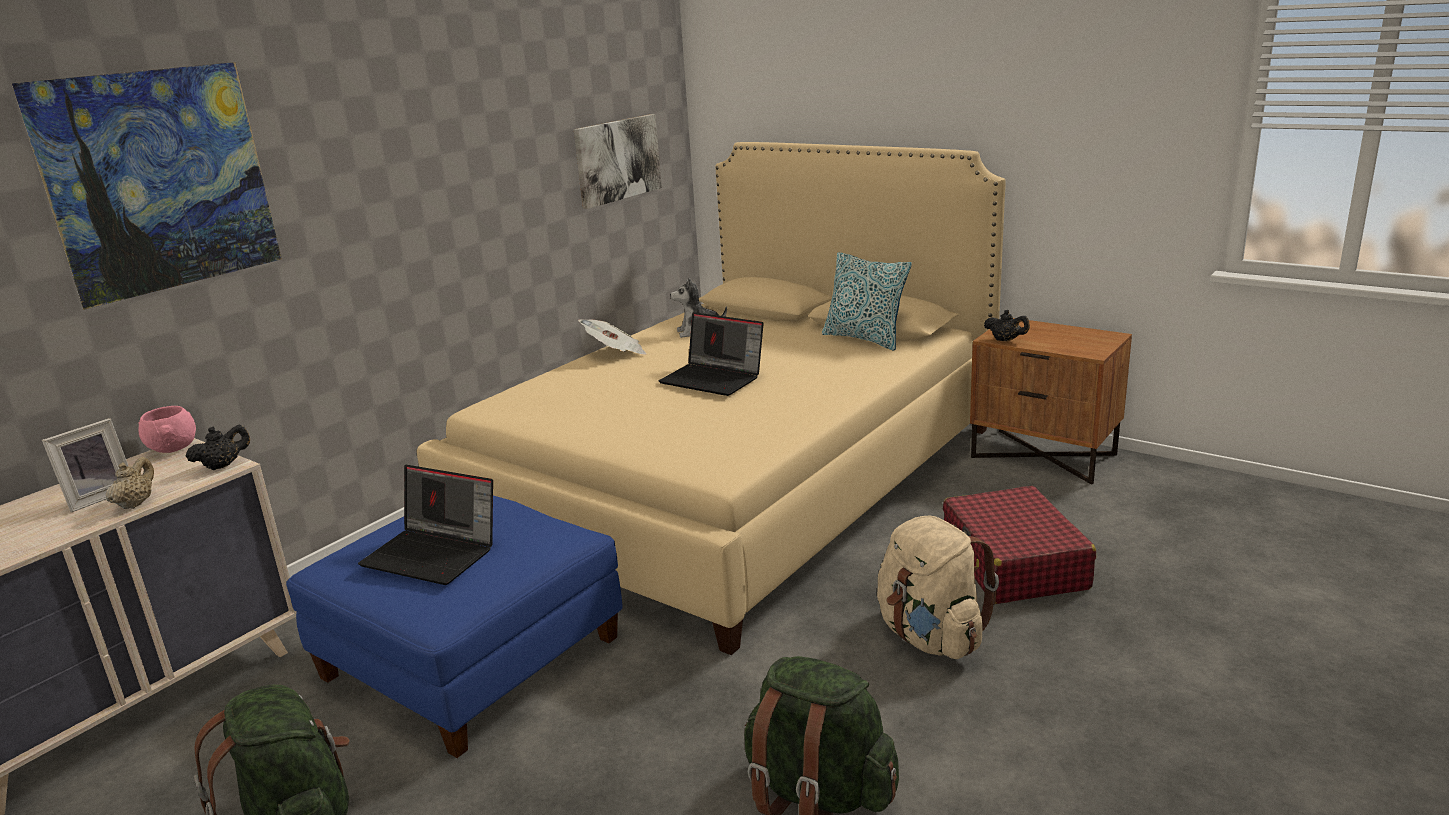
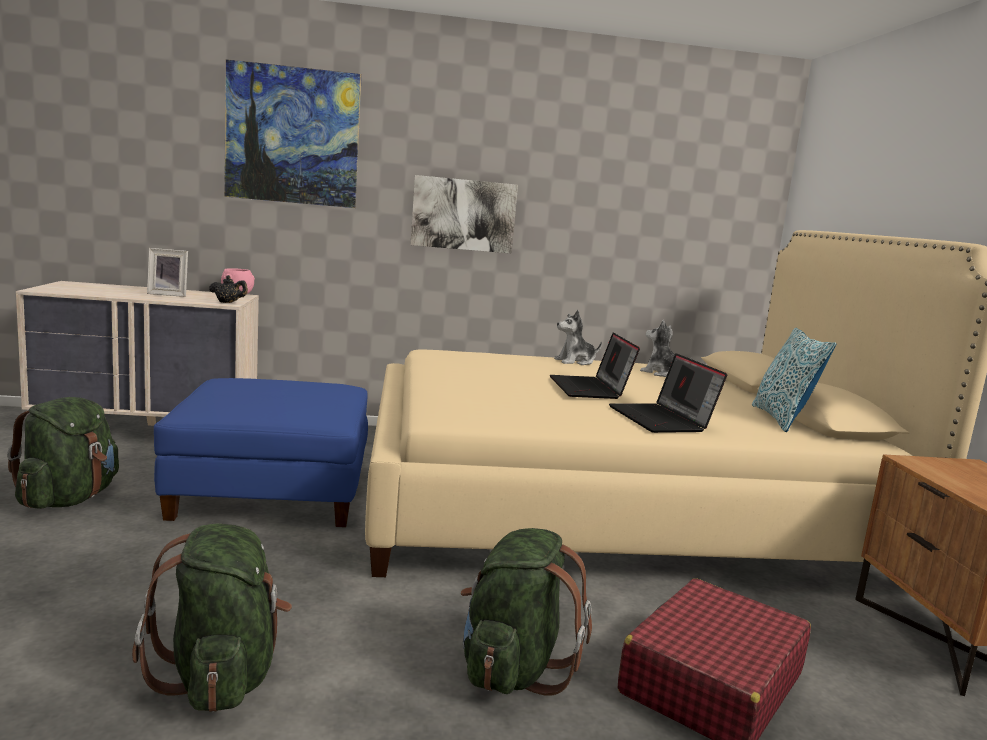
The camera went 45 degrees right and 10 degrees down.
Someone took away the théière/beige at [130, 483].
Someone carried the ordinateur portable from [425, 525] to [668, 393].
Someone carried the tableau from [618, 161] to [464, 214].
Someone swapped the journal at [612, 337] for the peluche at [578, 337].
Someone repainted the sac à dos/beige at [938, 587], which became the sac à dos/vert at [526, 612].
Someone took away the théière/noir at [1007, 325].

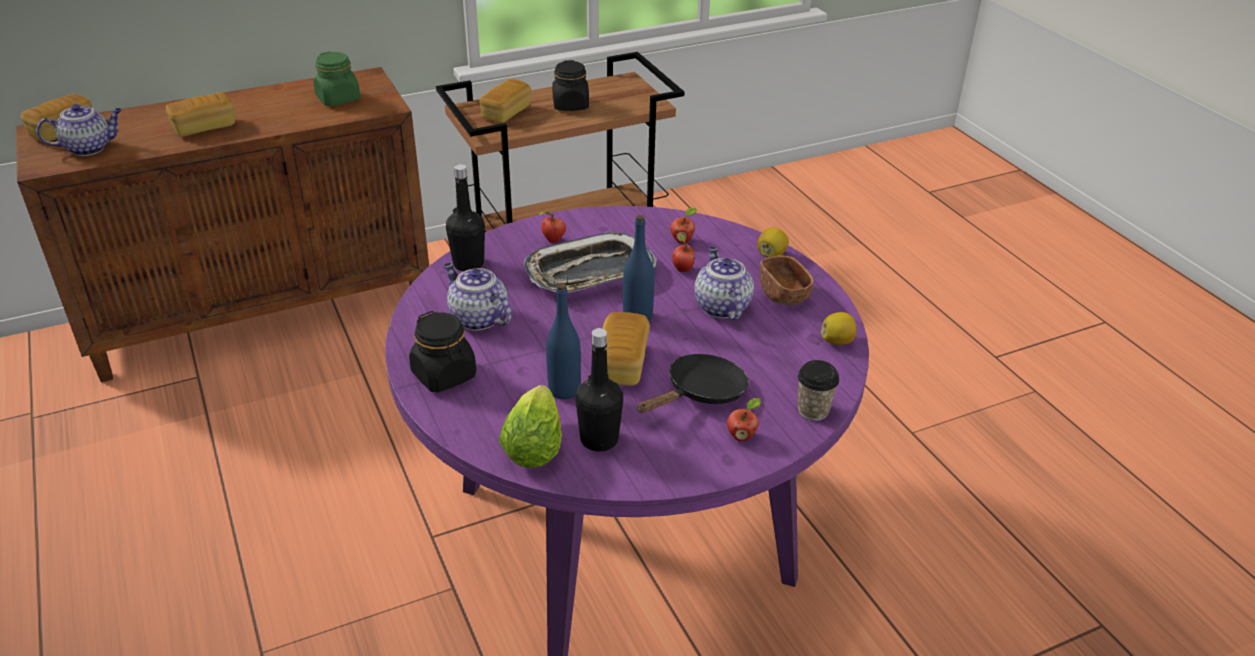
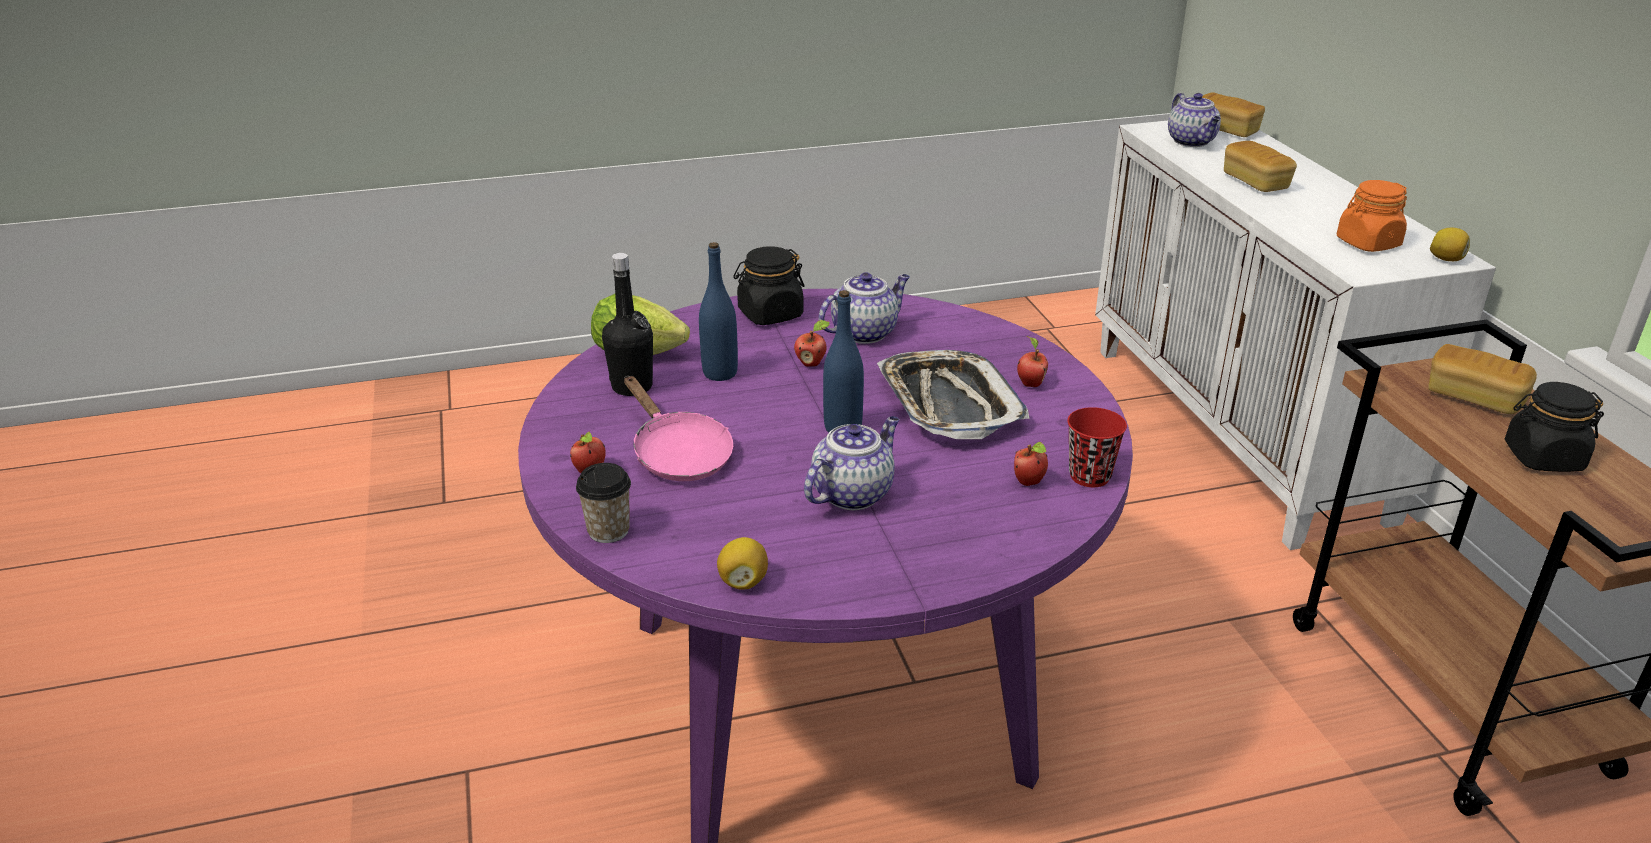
The camera went 100 degrees right and 5 degrees down.
Someone repainted the meuble de rangement/marron at [222, 224], which became the meuble de rangement/blanc at [1295, 335].
Someone repainted the bocal/vert at [336, 78], which became the bocal/orange at [1372, 216].
Someone took away the bouteille/noir at [465, 217].
Someone took away the pain at [626, 349].
Someone repainted the poêle/noir at [692, 383], which became the poêle/rose at [678, 428].
Someone carried the pomme from [683, 253] to [812, 343].
Someone rotated the théière at [724, 283] by 45 degrees counterclockwise.
Someone carried the citron from [773, 242] to [1450, 244].
Someone took away the bol/marron at [787, 280].
Someone put down the tasse/rouge at [1097, 447].

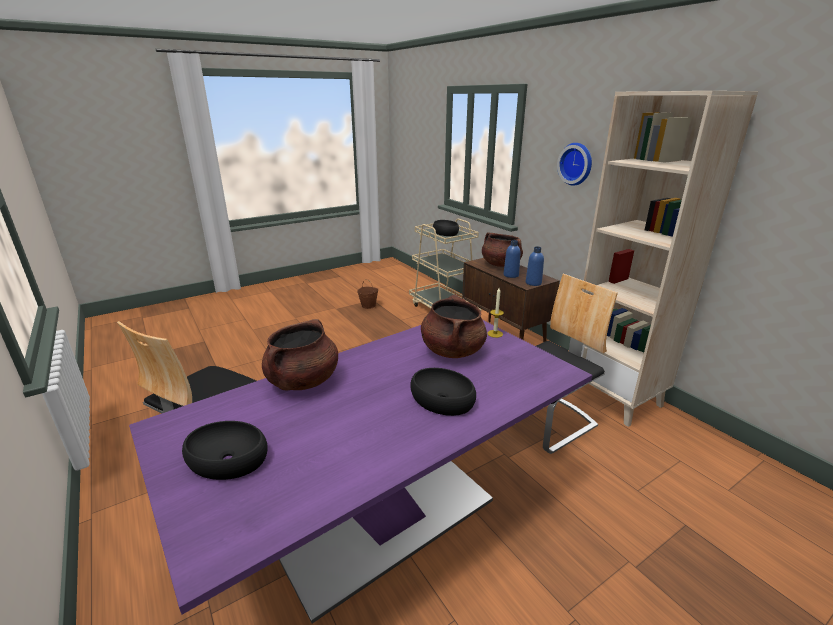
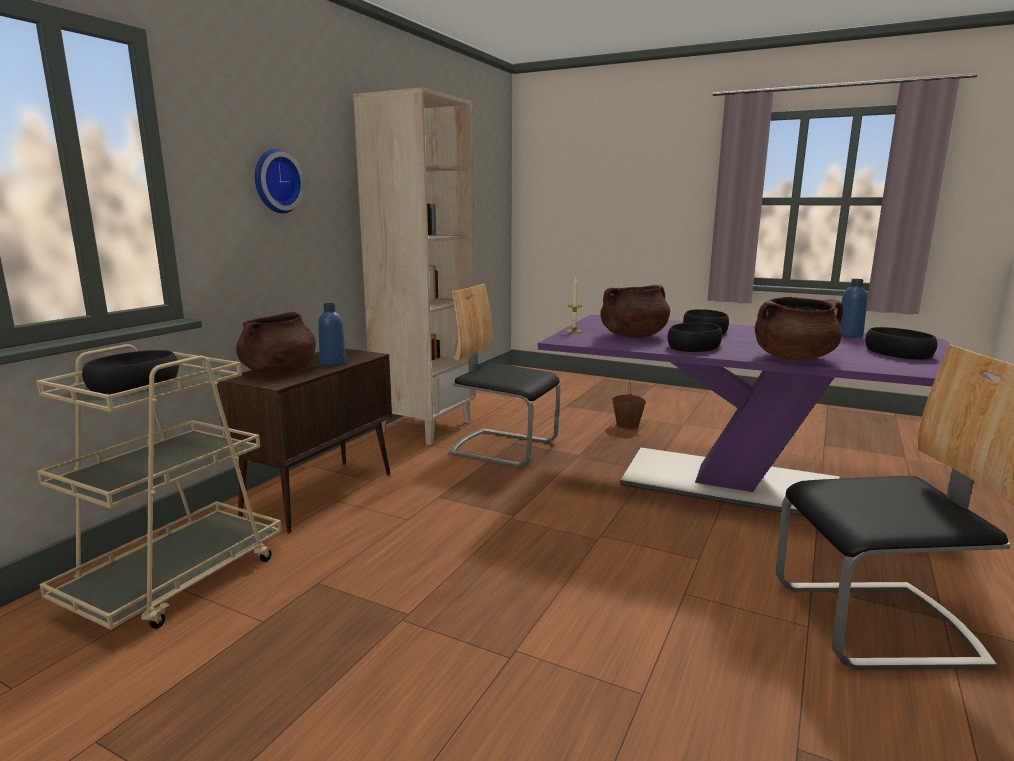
The camera went 120 degrees left and 10 degrees down.
Someone carried the seau/marron from [368, 294] to [629, 405].
Someone carried the bouteille/bleu from [535, 266] to [854, 308].
Someone put down the bol/noir at [695, 337].

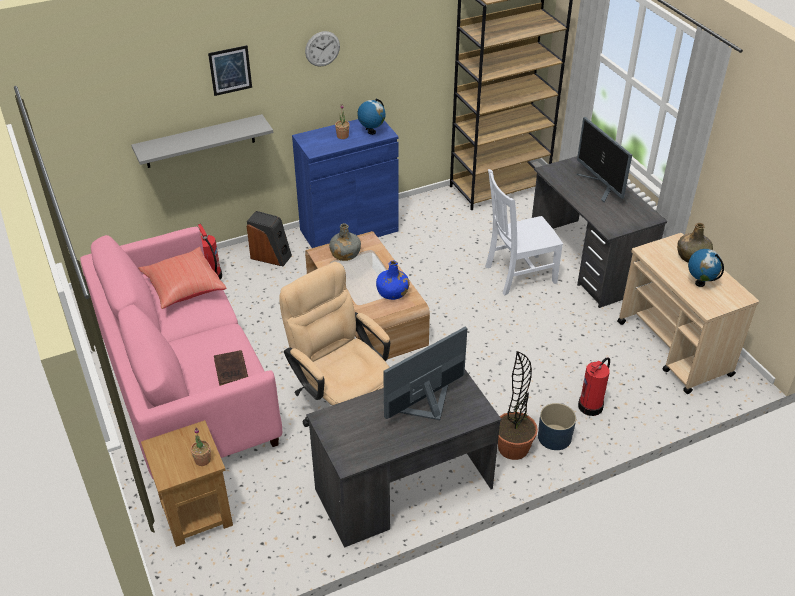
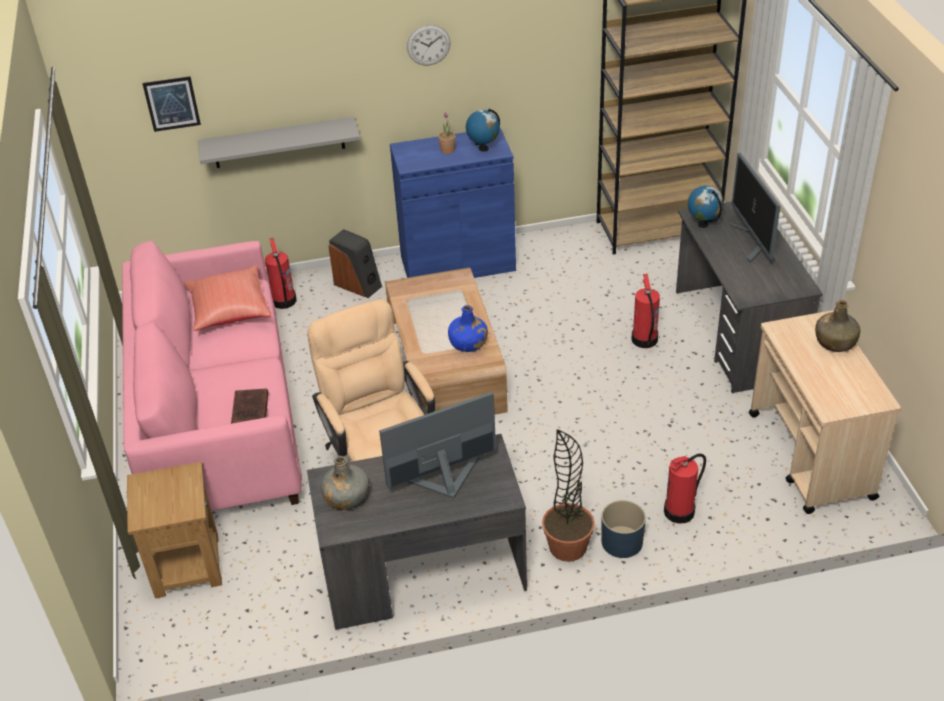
The camera went 15 degrees right and 0 degrees up.
Someone took away the plante en pot at [201, 447].
Someone carried the tableau from [230, 70] to [171, 104].
Someone carried the bouteille/gris from [345, 242] to [345, 483].
Someone swapped the chaise/blanc at [524, 232] for the extincteur at [646, 311].
Someone carried the globe from [706, 268] to [706, 207].

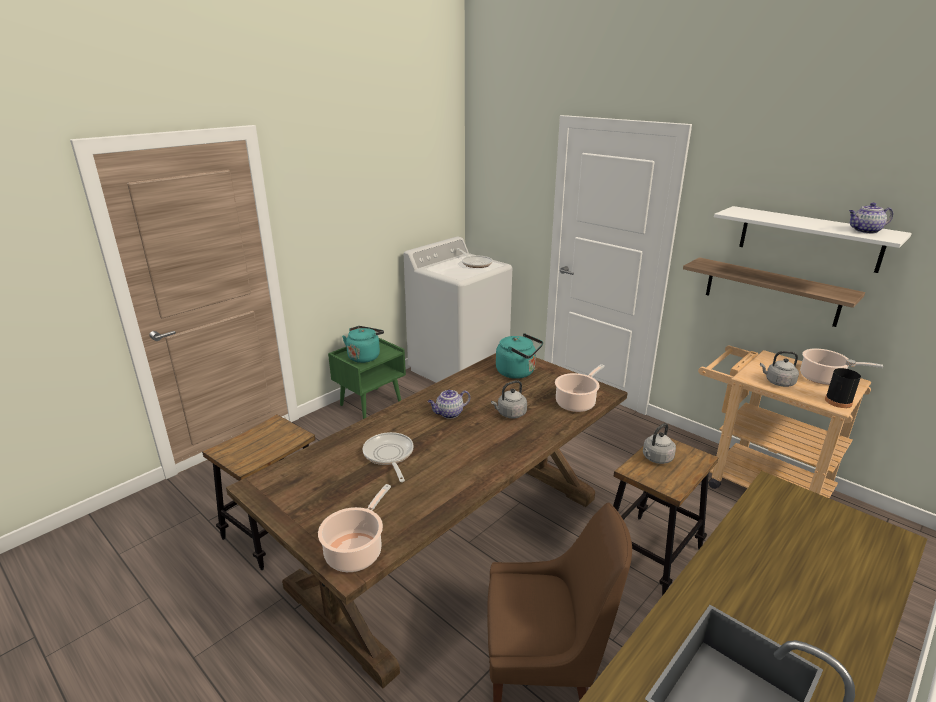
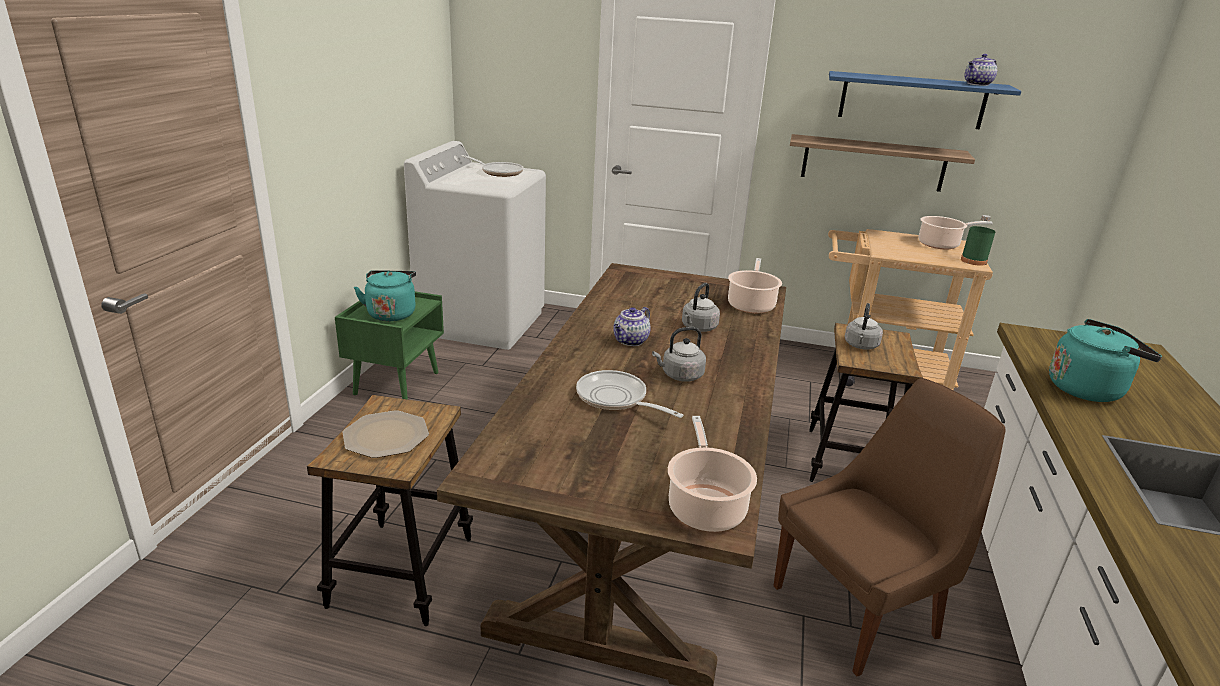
The camera went 30 degrees left and 0 degrees up.
Someone carried the bouilloire/turquoise from [519, 356] to [1105, 360].
Someone repainted the étagère/blanc at [813, 239], which became the étagère/bleu at [925, 100].
Someone carried the bouilloire/gris from [779, 369] to [679, 354].
Someone repainted the bouteille/noir at [843, 383], which became the bouteille/vert at [978, 240].
Someone put down the assiette at [385, 434].

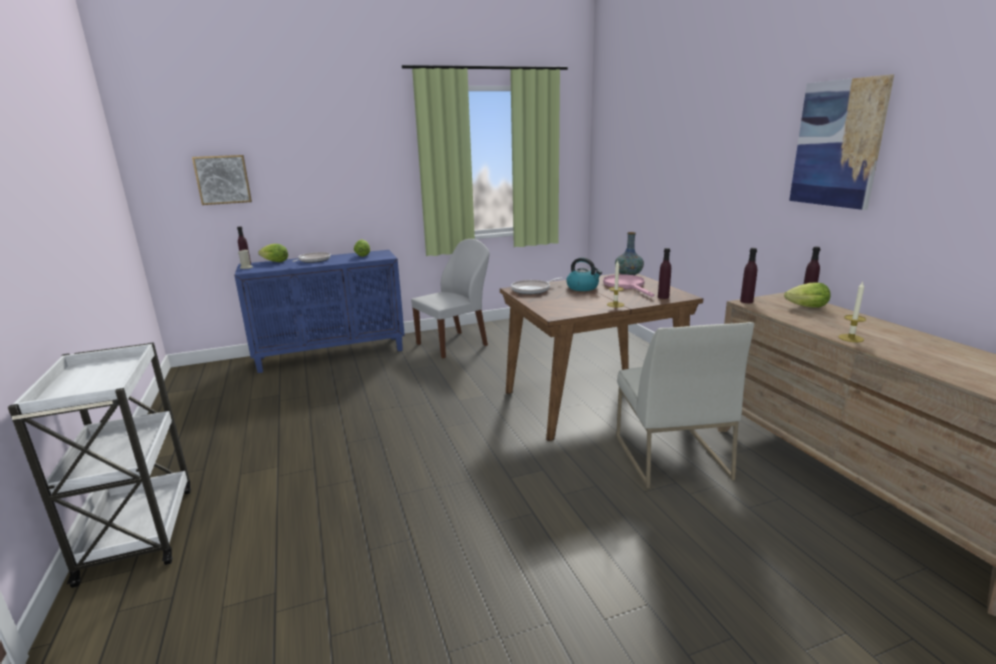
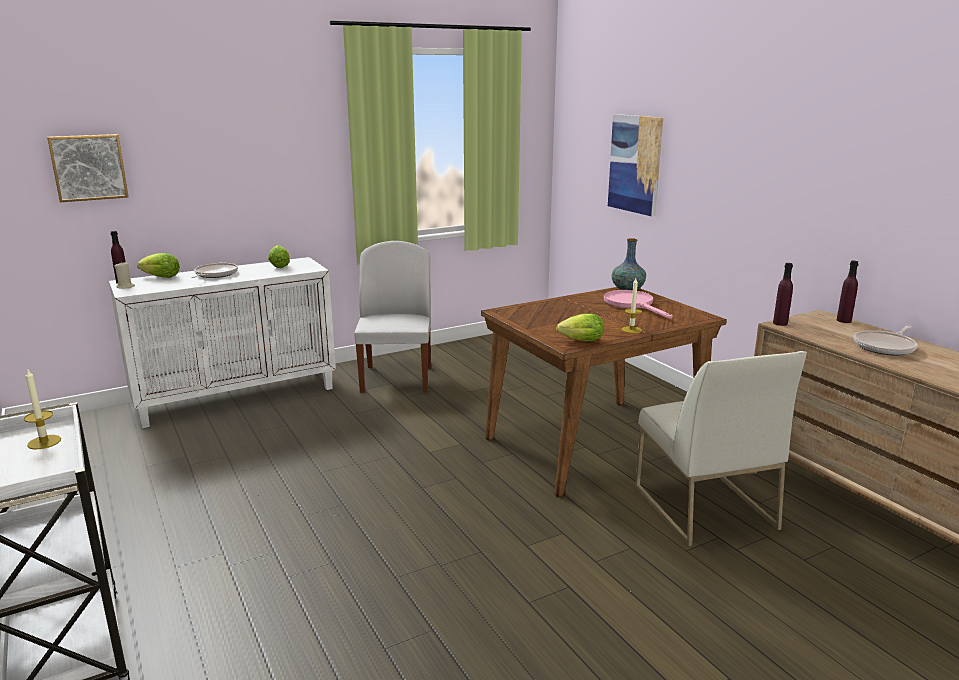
The camera went 10 degrees left and 0 degrees up.
Someone repainted the meuble de rangement/bleu at [319, 311], which became the meuble de rangement/blanc at [222, 342].
Someone rotated the chaise/blanc at [450, 298] by 45 degrees counterclockwise.
Someone carried the poêle from [536, 285] to [886, 340].
Someone took away the bouilloire at [584, 274].
Someone took away the bouteille/violet at [664, 273].
Someone carried the laitue from [807, 295] to [580, 327].
Someone carried the tableau from [841, 142] to [635, 165].
Someone carried the bougie from [852, 312] to [42, 409].

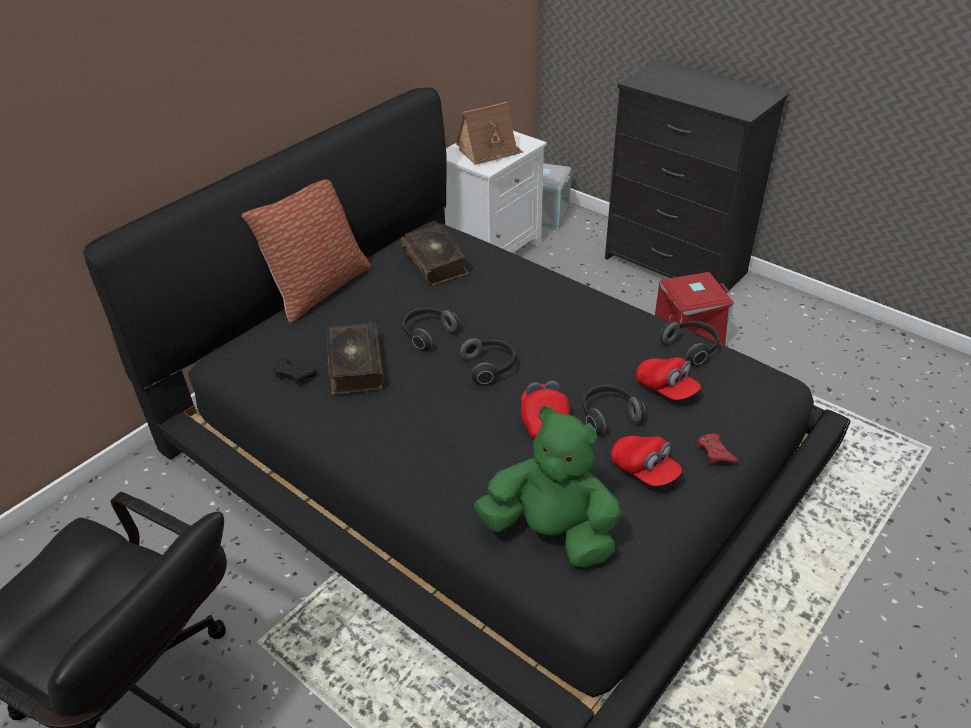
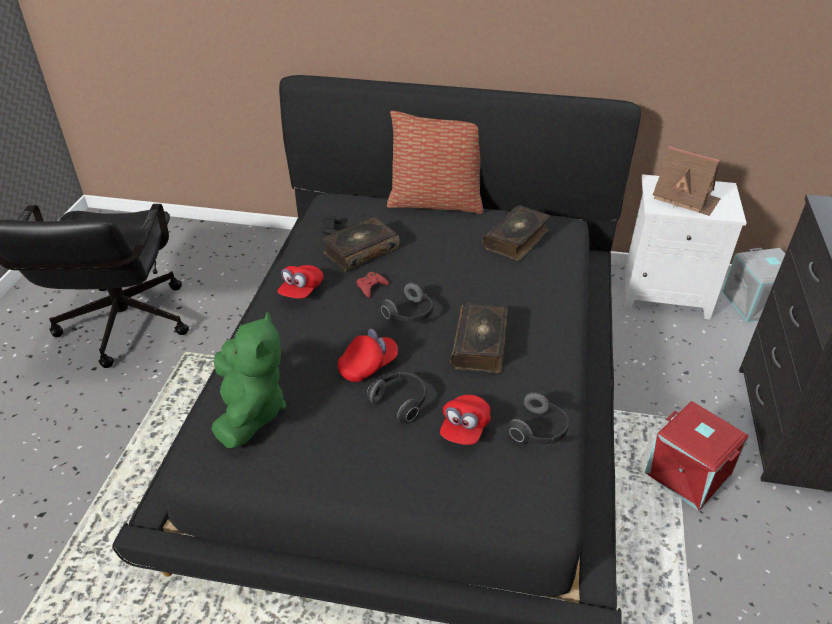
The camera went 60 degrees right and 0 degrees up.
Someone took away the casque audio at [430, 329].
Someone carried the casquette/rouge from [646, 461] to [300, 282].
Someone carried the manette/rouge from [717, 449] to [373, 285].
Someone put down the livre at [479, 338].

